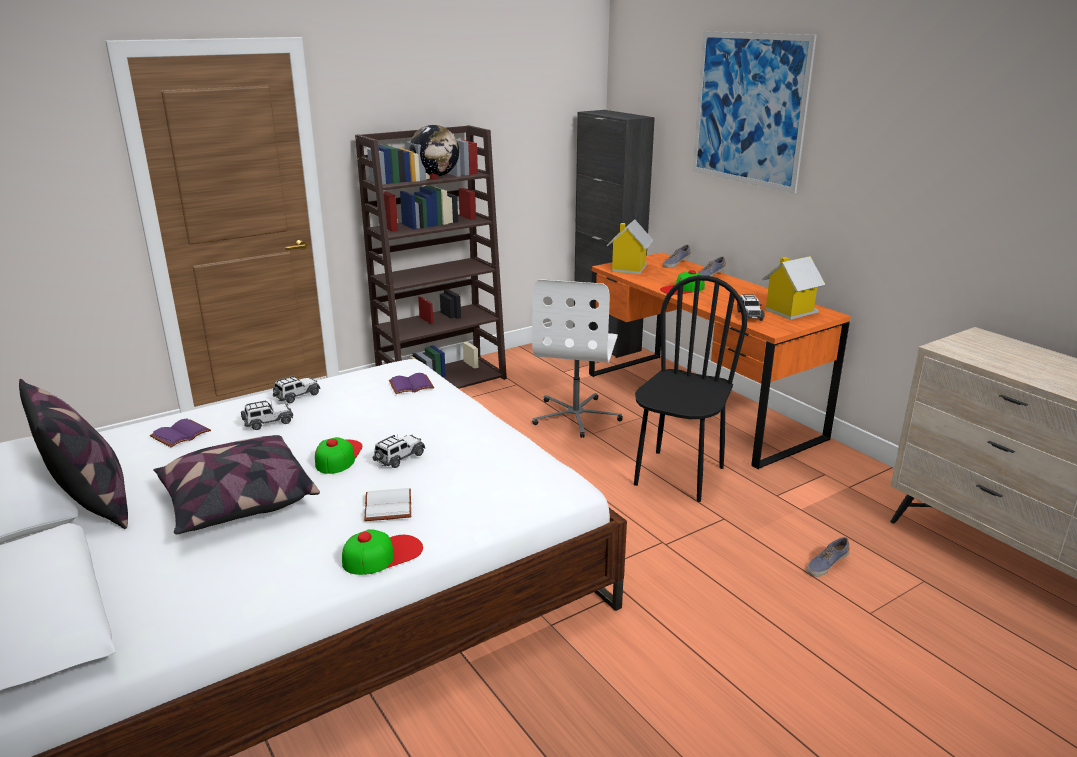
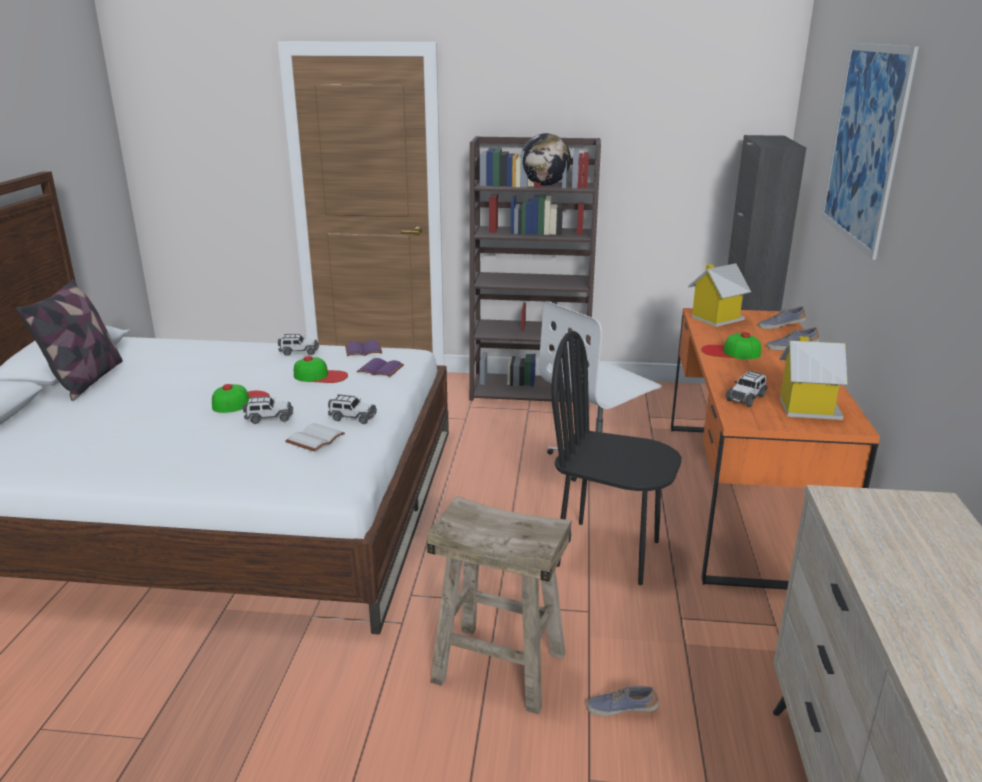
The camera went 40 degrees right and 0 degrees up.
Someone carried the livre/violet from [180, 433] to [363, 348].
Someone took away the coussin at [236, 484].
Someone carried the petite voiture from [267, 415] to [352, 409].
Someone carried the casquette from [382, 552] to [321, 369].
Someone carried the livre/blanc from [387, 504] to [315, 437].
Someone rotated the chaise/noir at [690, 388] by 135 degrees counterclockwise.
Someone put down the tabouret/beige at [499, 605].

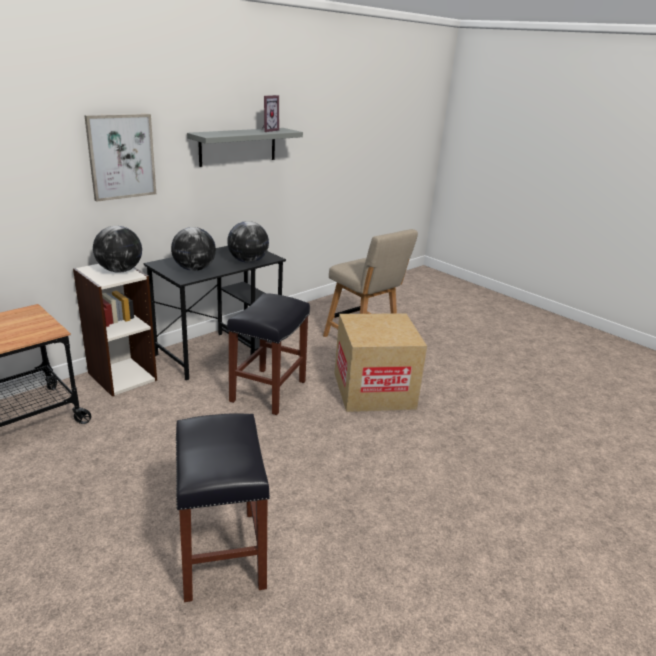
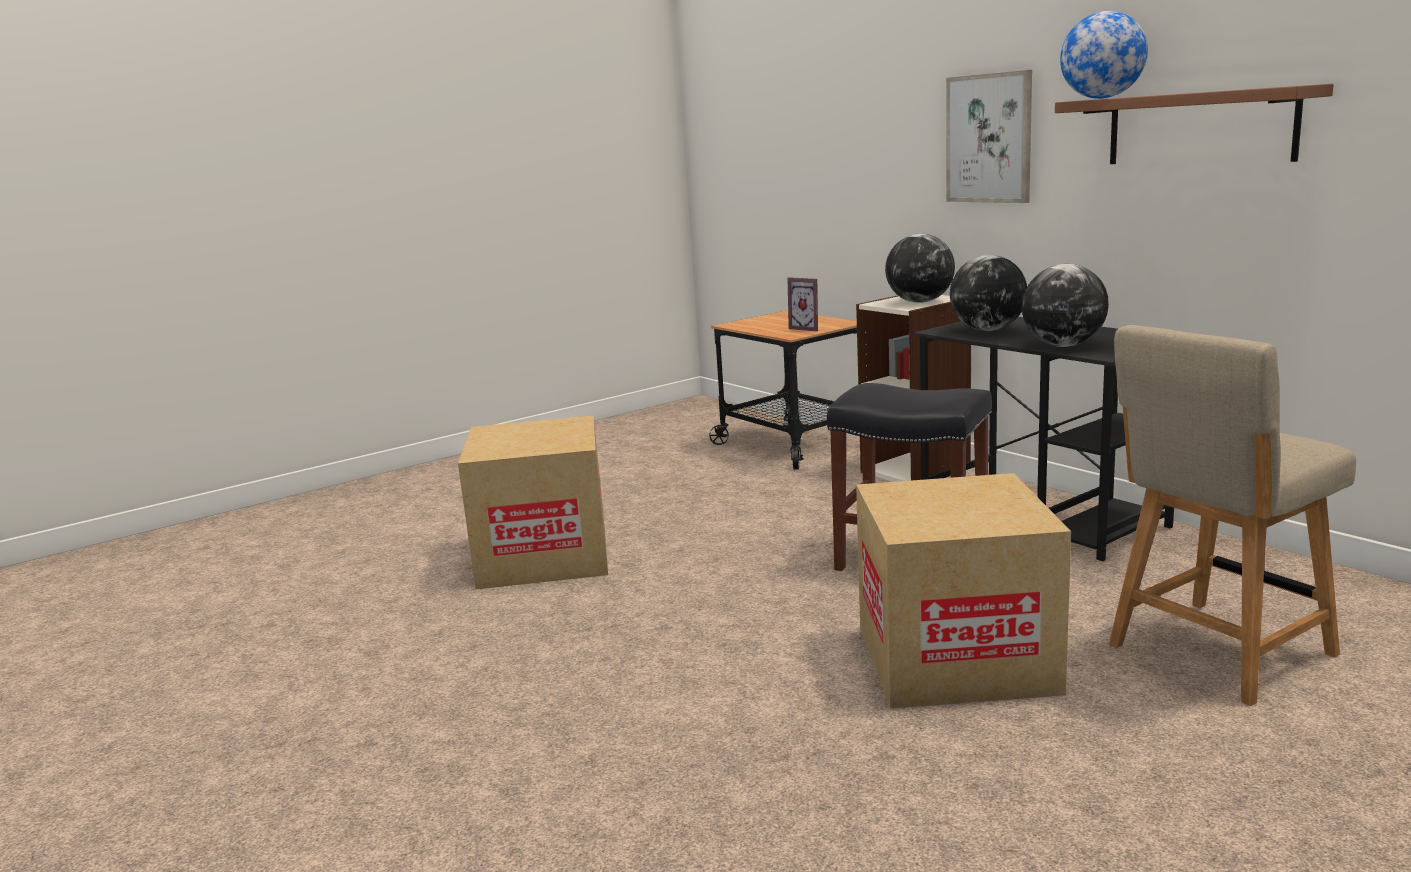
The camera went 100 degrees right and 10 degrees down.
Someone swapped the tabouret/noir at [223, 507] for the carton at [533, 502].
Someone repainted the étagère/gris at [245, 147], which became the étagère/marron at [1194, 124].
Someone carried the cadre photo from [270, 113] to [802, 304].
Someone put down the globe at [1104, 55].

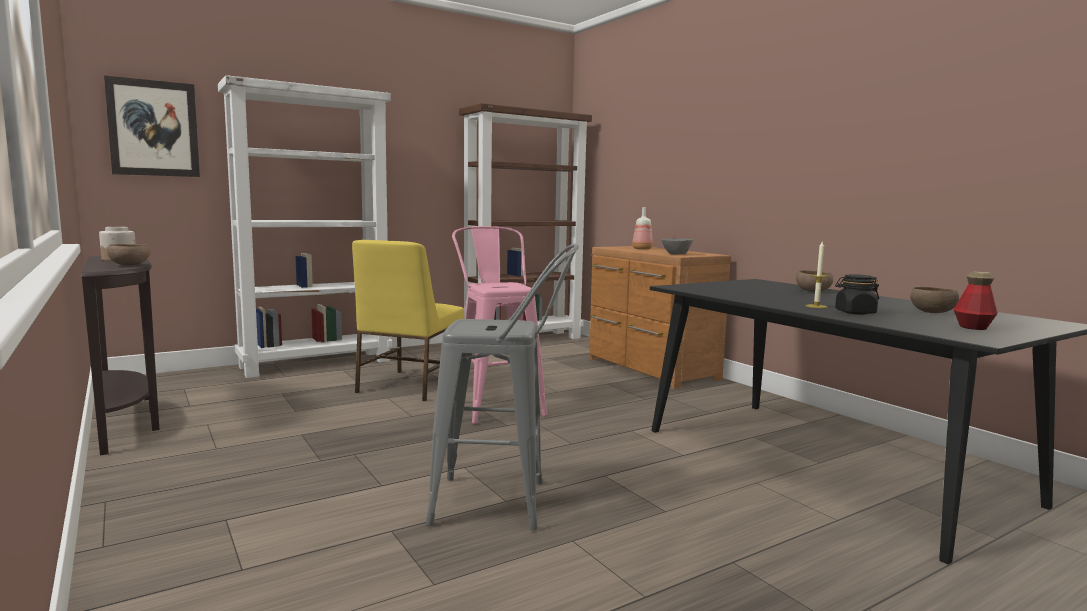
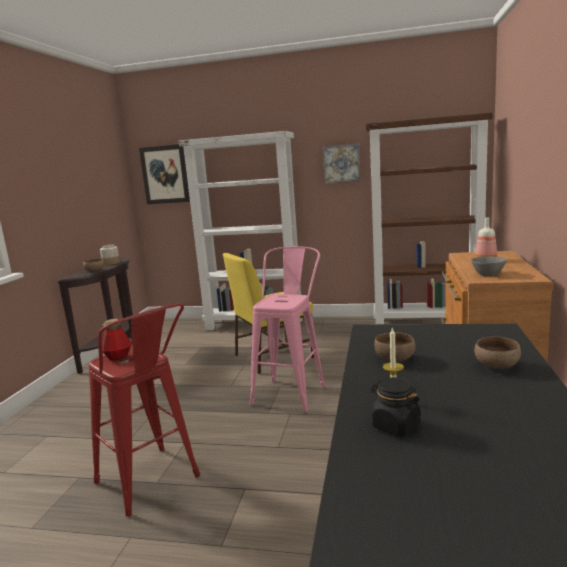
The camera went 45 degrees right and 5 degrees up.
Someone repainted the tabouret/gris at [502, 387], which became the tabouret/rouge at [144, 410].
Someone carried the bol/marron from [934, 300] to [395, 347].
Someone carried the bouteille from [976, 300] to [117, 339].
Someone put up the tableau at [341, 164].

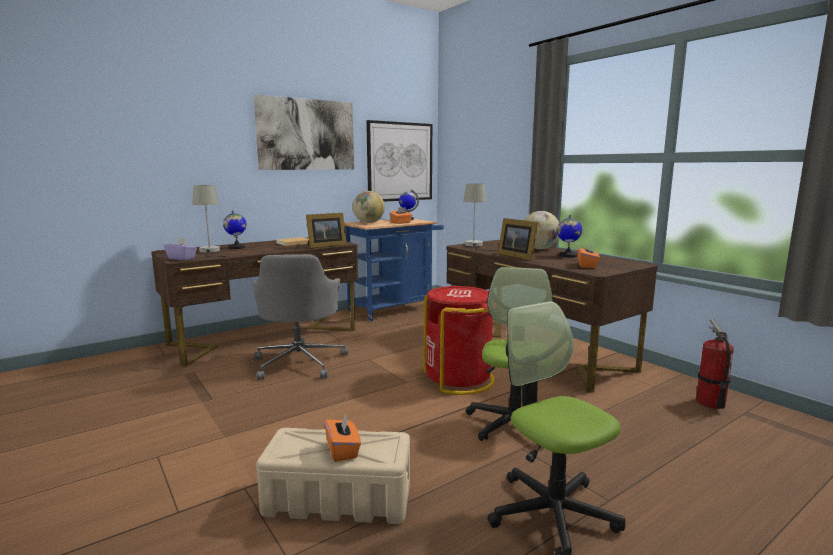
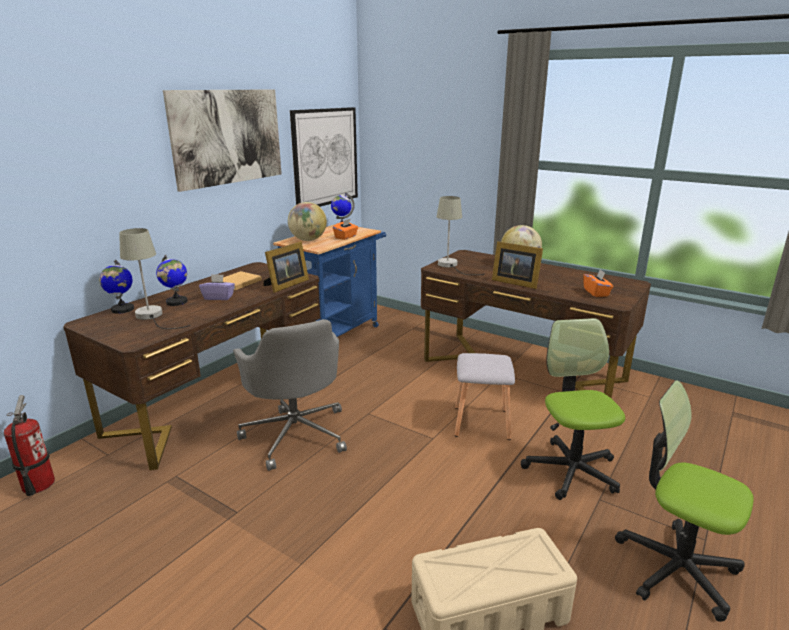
The camera went 20 degrees left and 10 degrees up.
Someone carried the boîte à mouchoirs/violet from [180, 248] to [217, 287].
Someone took away the boîte à mouchoirs/orange at [342, 437].
Someone swapped the poubelle/rouge at [459, 340] for the tabouret/gris at [485, 396].
Someone carried the globe from [569, 236] to [116, 287].
Someone carried the extincteur from [715, 364] to [29, 445].

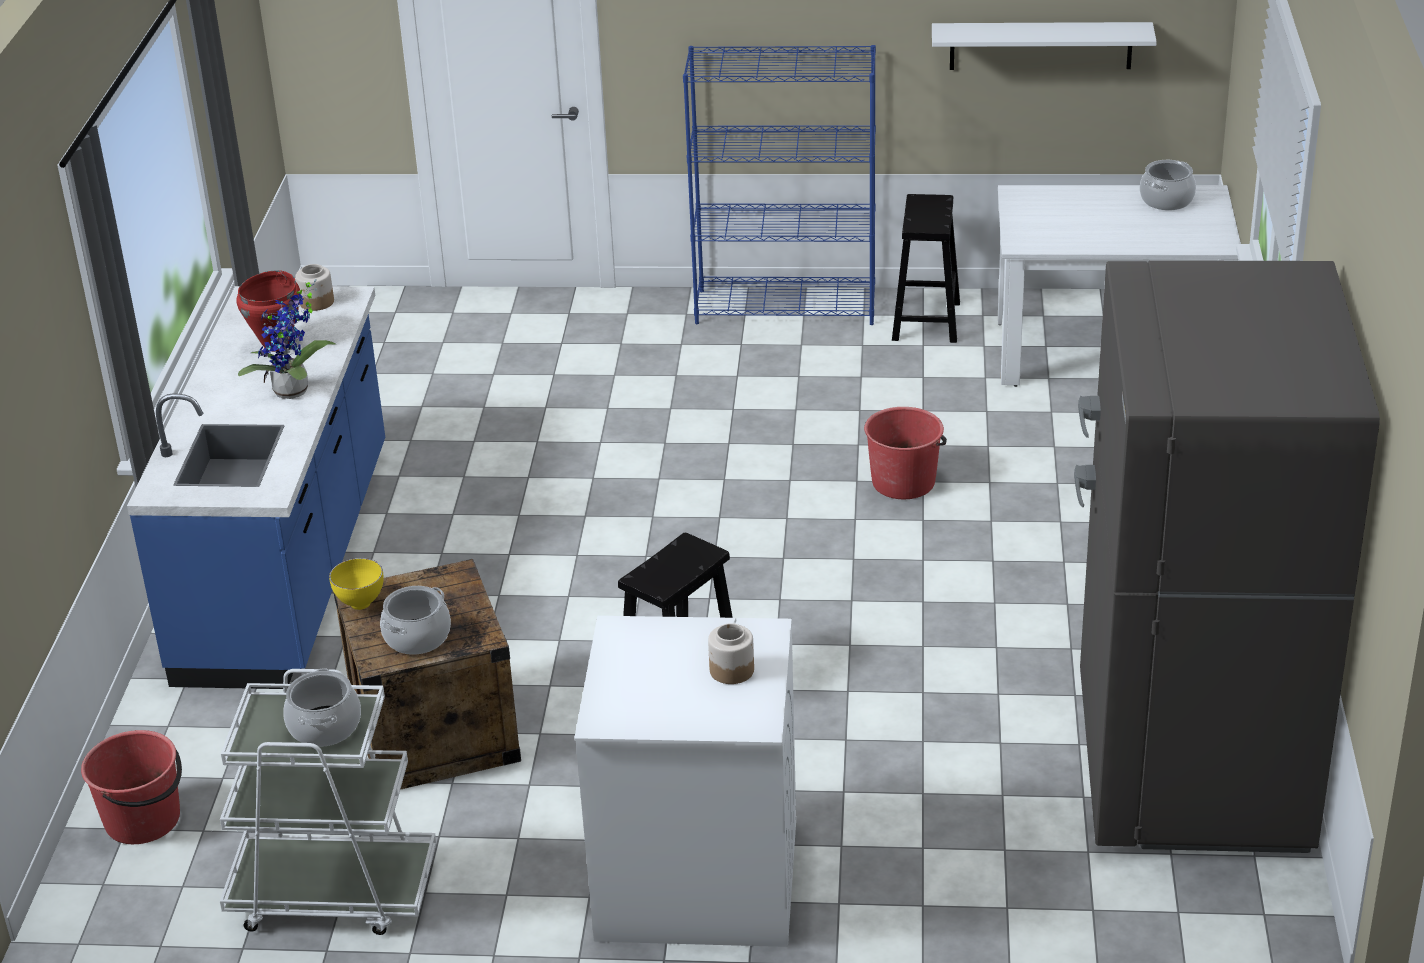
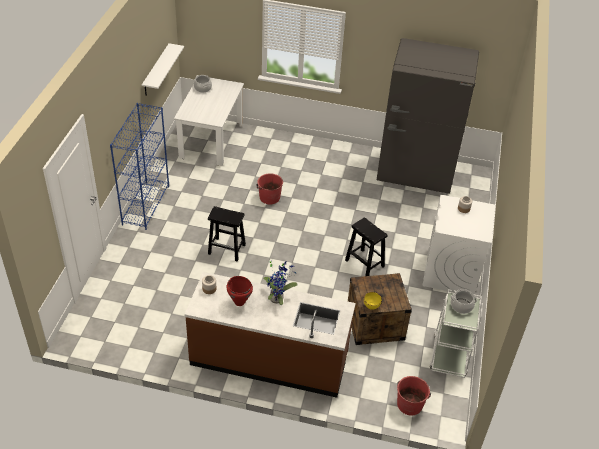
The camera went 85 degrees left and 10 degrees up.
Someone repainted the comptoir de cuisine/bleu at [256, 487], which became the comptoir de cuisine/marron at [270, 335].
Someone took away the marmite at [415, 620].
Someone carried the tabouret/noir from [926, 268] to [227, 234].

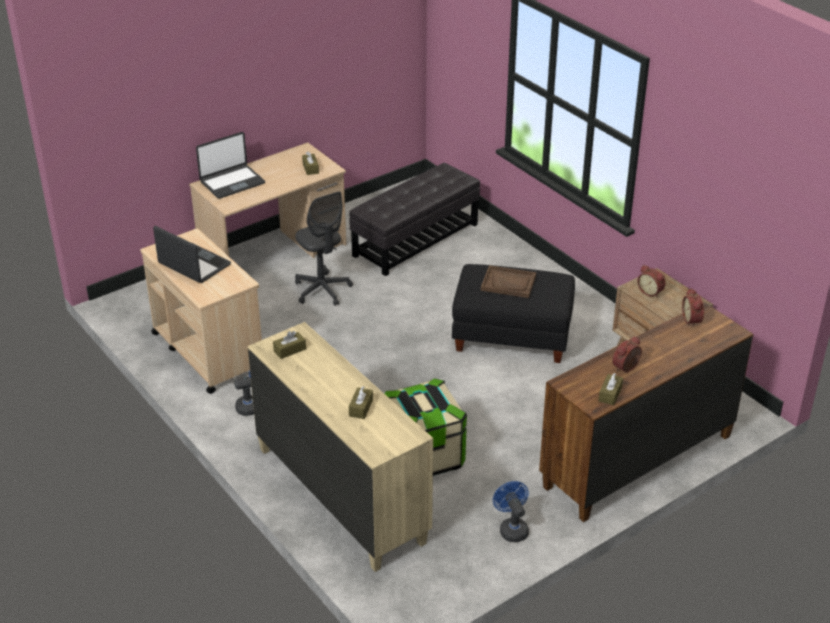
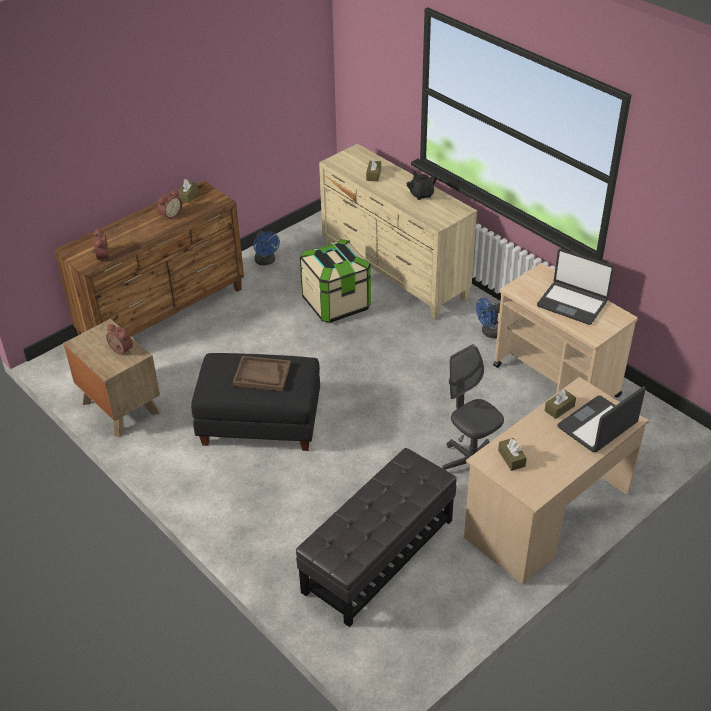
The camera went 175 degrees right and 5 degrees up.
Someone carried the boîte à mouchoirs/marron from [289, 345] to [560, 404].
Someone put down the théière/noir at [422, 185].

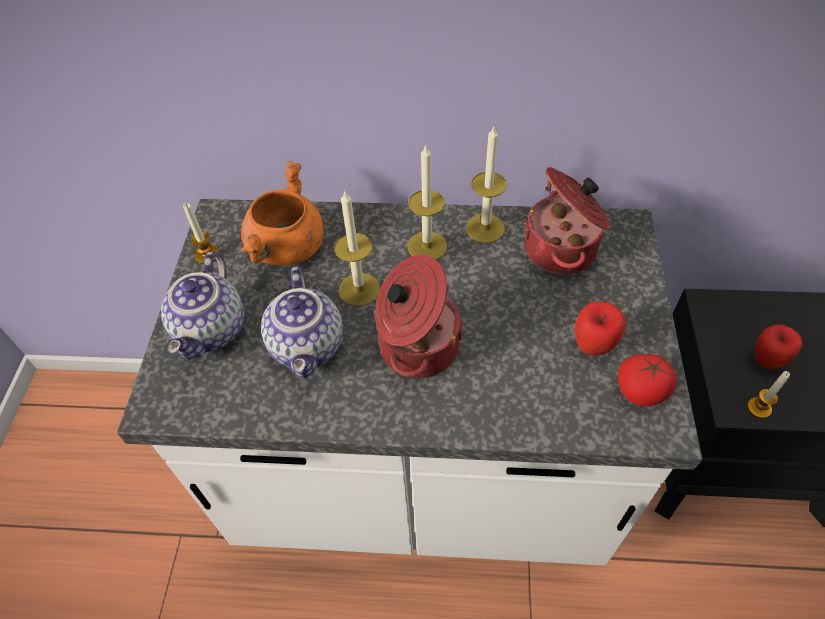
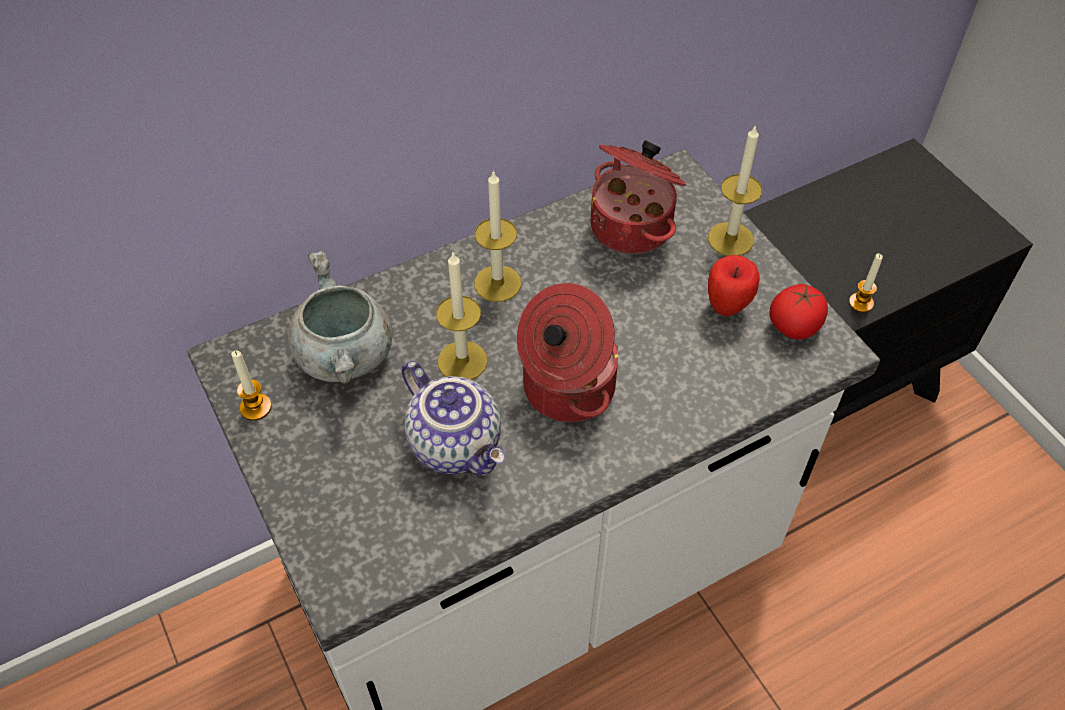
The camera went 35 degrees left and 0 degrees up.
Someone took away the théière at [202, 305].
Someone repainted the marmite/orange at [282, 213], which became the marmite/gris at [340, 317].
Someone carried the bougie from [486, 185] to [735, 190].
Someone took away the pomme at [778, 346].

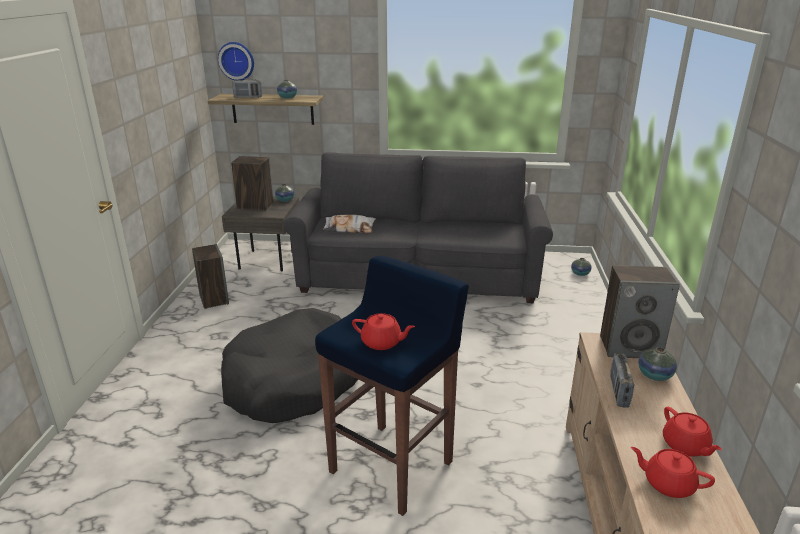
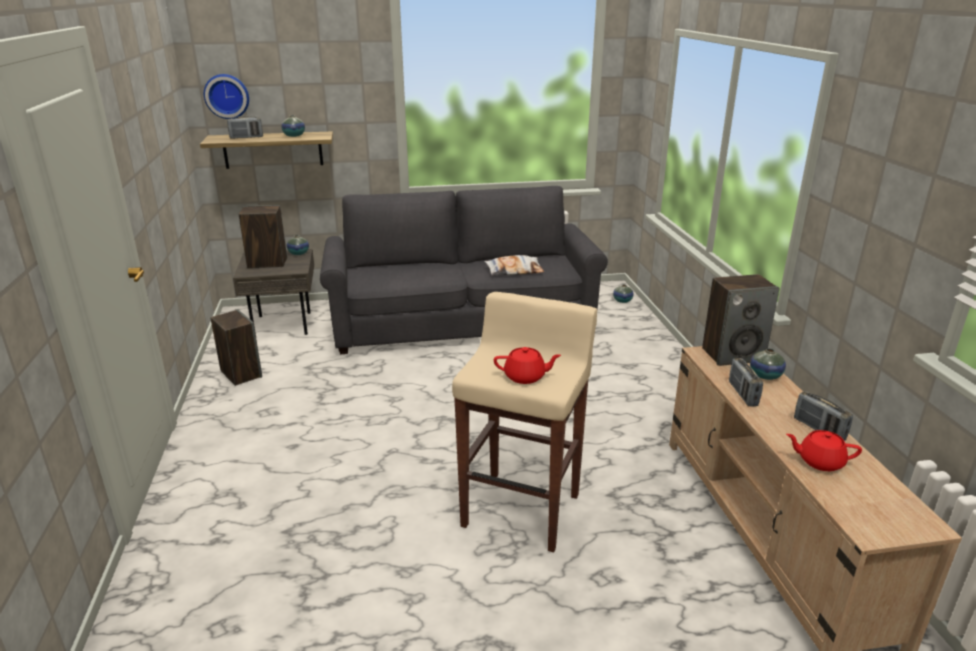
The camera went 15 degrees left and 0 degrees up.
Someone took away the panier pour chien/noir at [289, 365].
Someone repainted the tabouret/bleu at [392, 386], which became the tabouret/beige at [524, 422].
Someone carried the coussin from [349, 224] to [514, 265].
Someone swapped the théière/rouge at [692, 432] for the radio at [823, 416].

